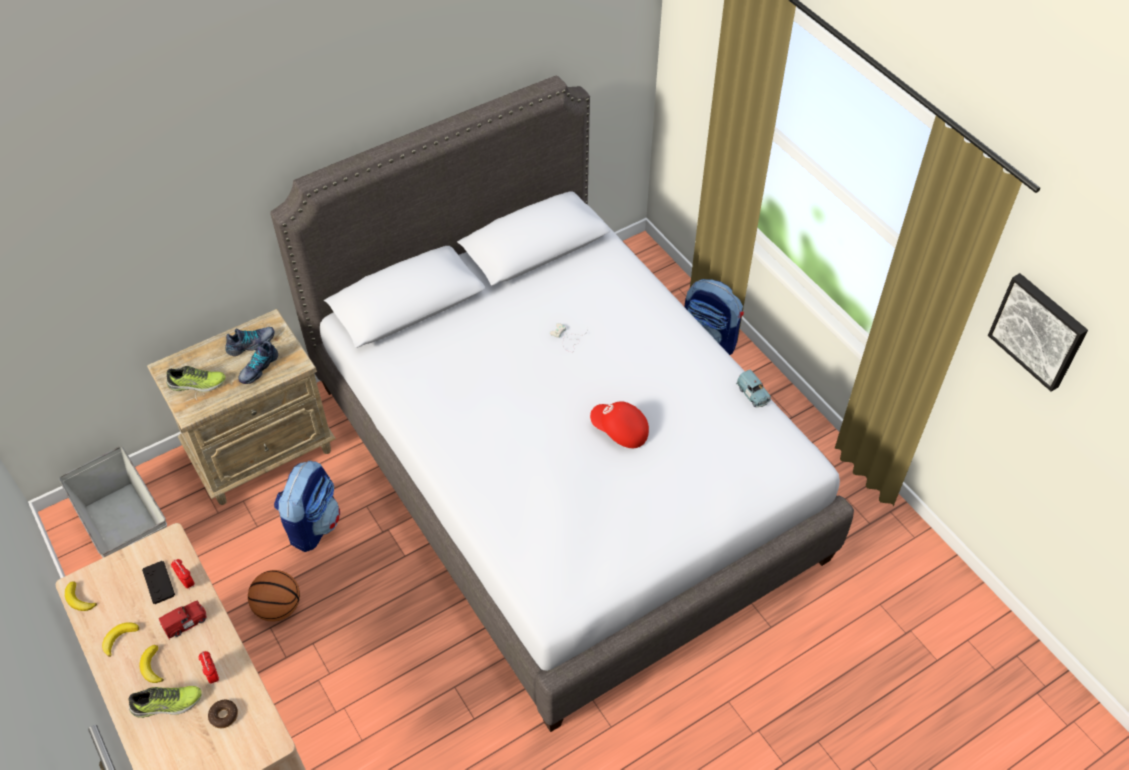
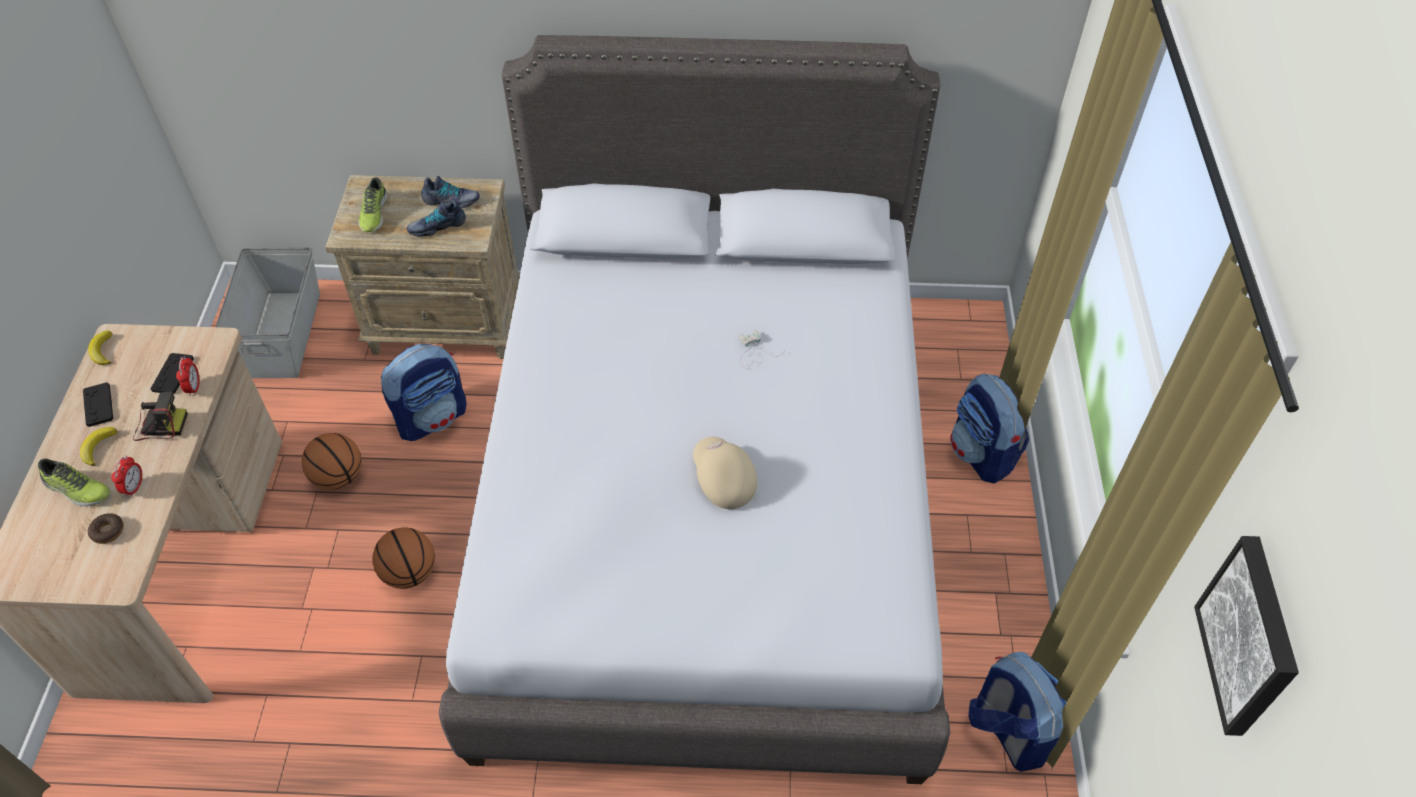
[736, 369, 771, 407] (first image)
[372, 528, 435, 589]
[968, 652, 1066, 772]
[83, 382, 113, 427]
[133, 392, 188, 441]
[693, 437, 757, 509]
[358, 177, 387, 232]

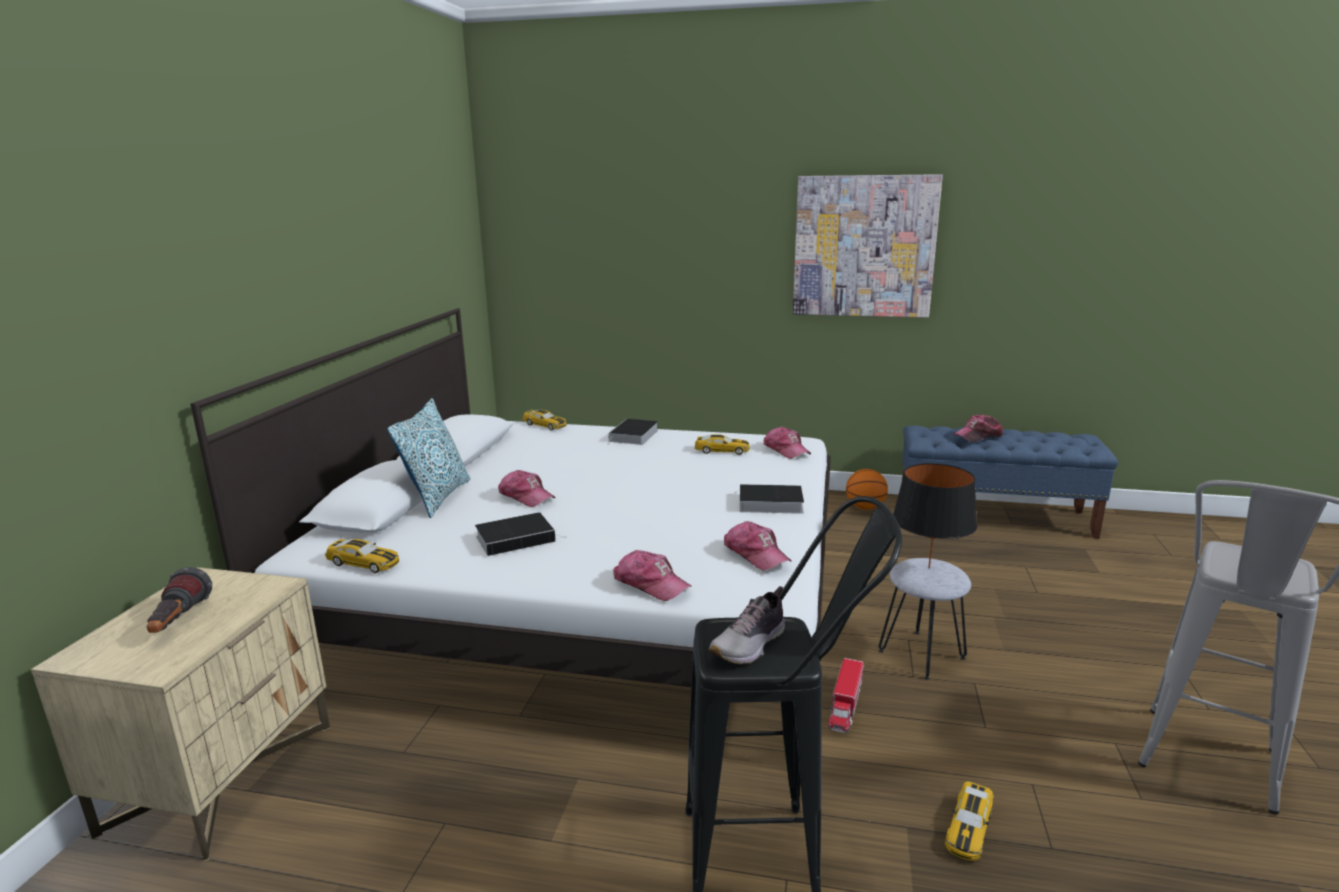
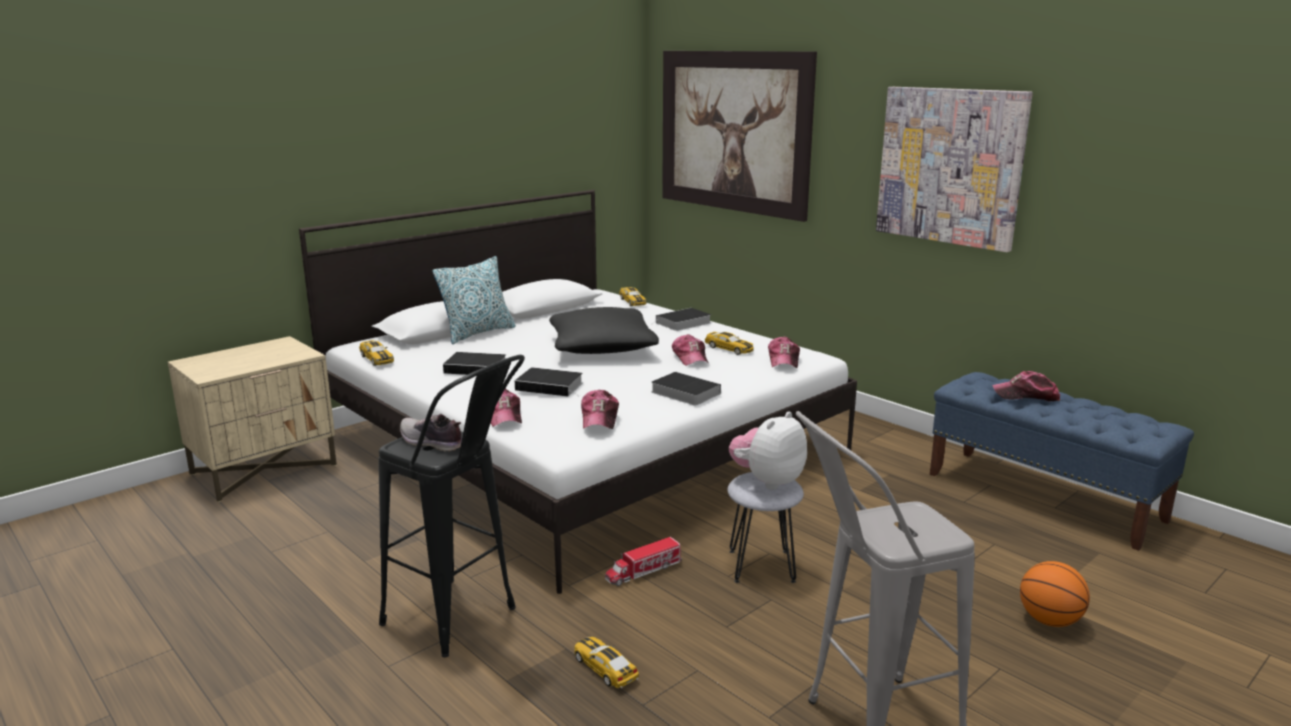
[147, 567, 212, 633] (first image)
[515, 367, 583, 397]
[549, 307, 659, 354]
[662, 51, 817, 222]
[672, 334, 709, 366]
[1020, 561, 1090, 627]
[729, 412, 807, 490]
[400, 414, 462, 452]
[574, 637, 639, 688]

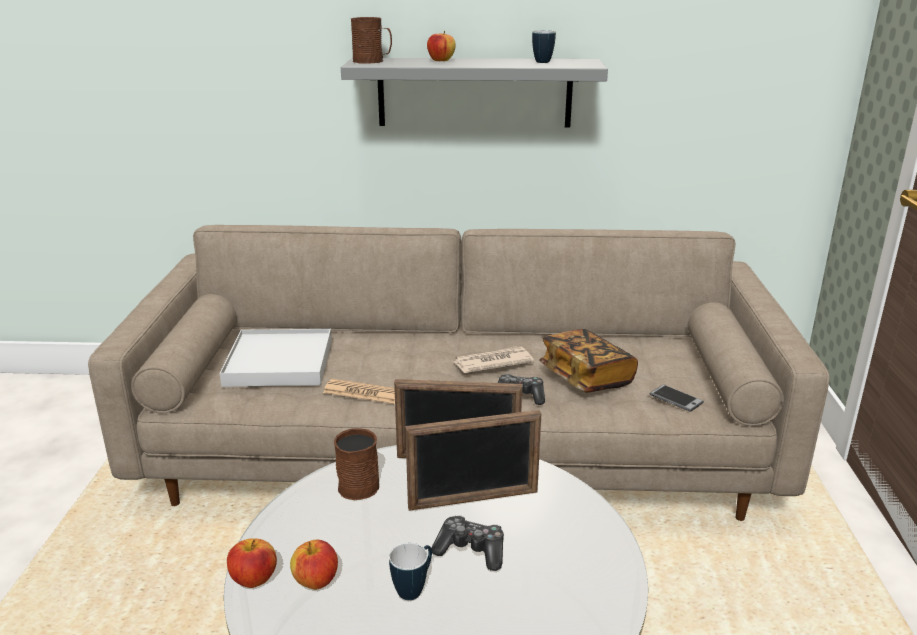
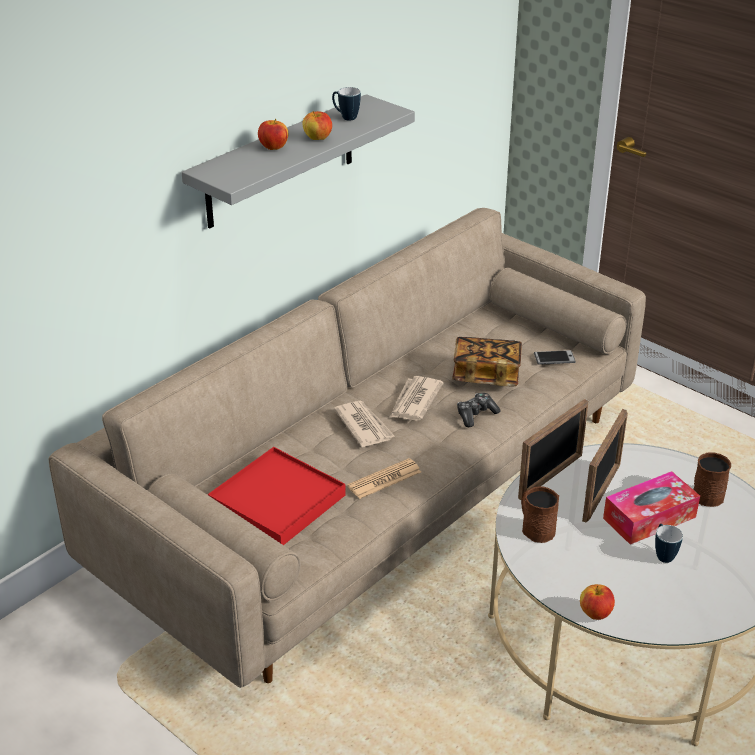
[334, 401, 395, 447]
[302, 111, 332, 140]
[693, 453, 731, 507]
[603, 471, 700, 545]
[208, 447, 346, 545]

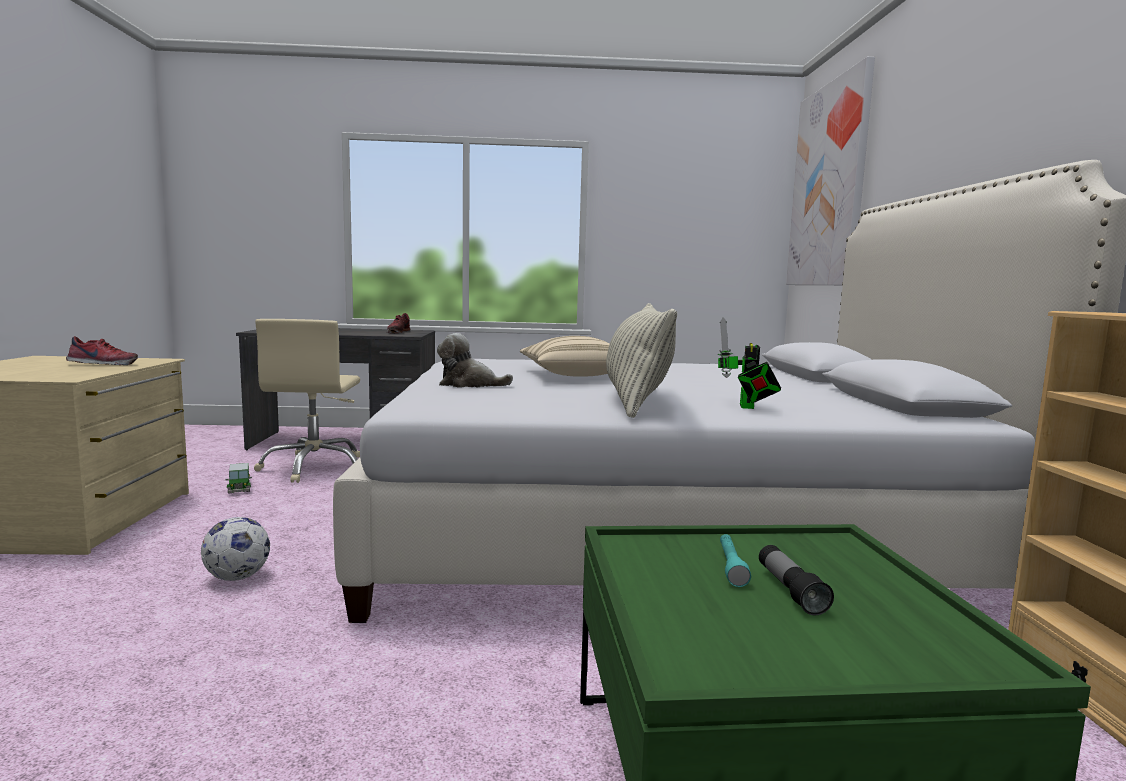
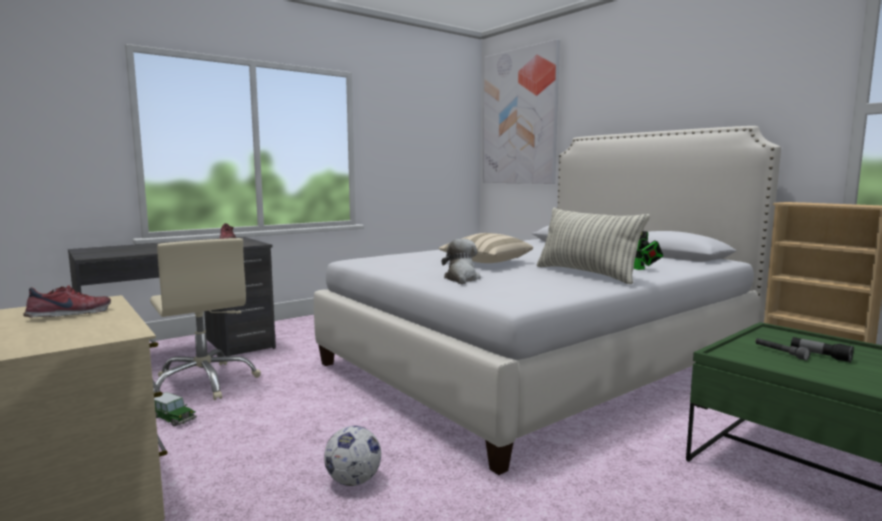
[755, 338, 811, 360]
[441, 239, 481, 284]

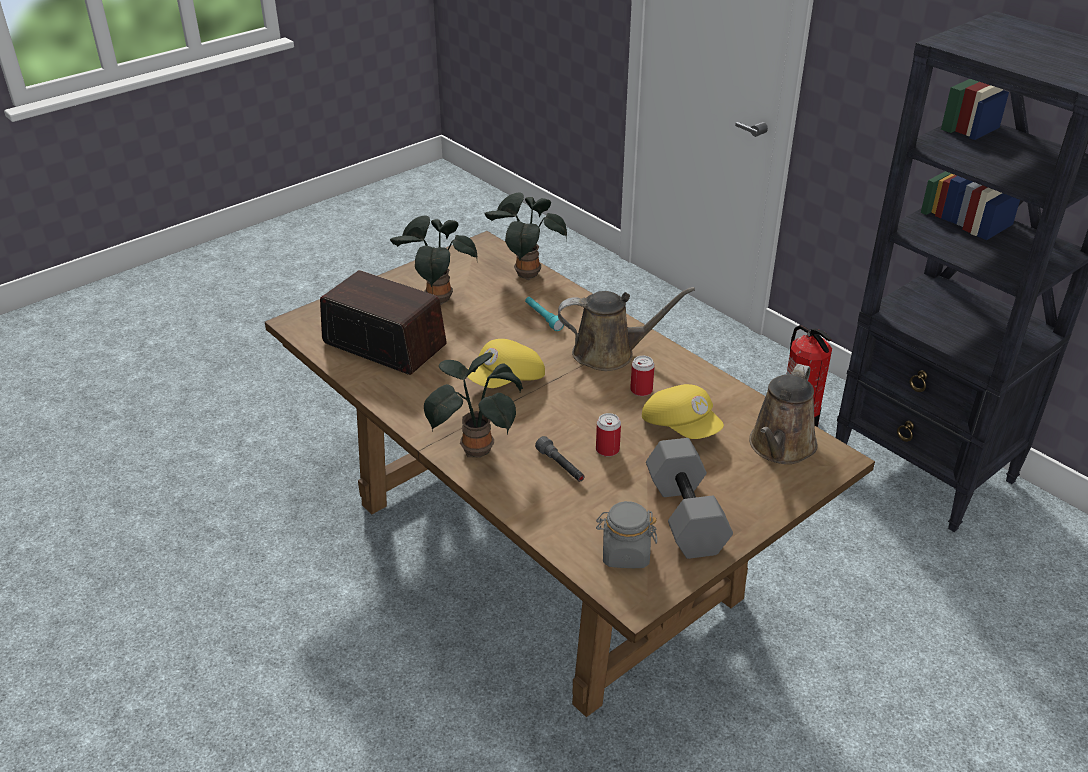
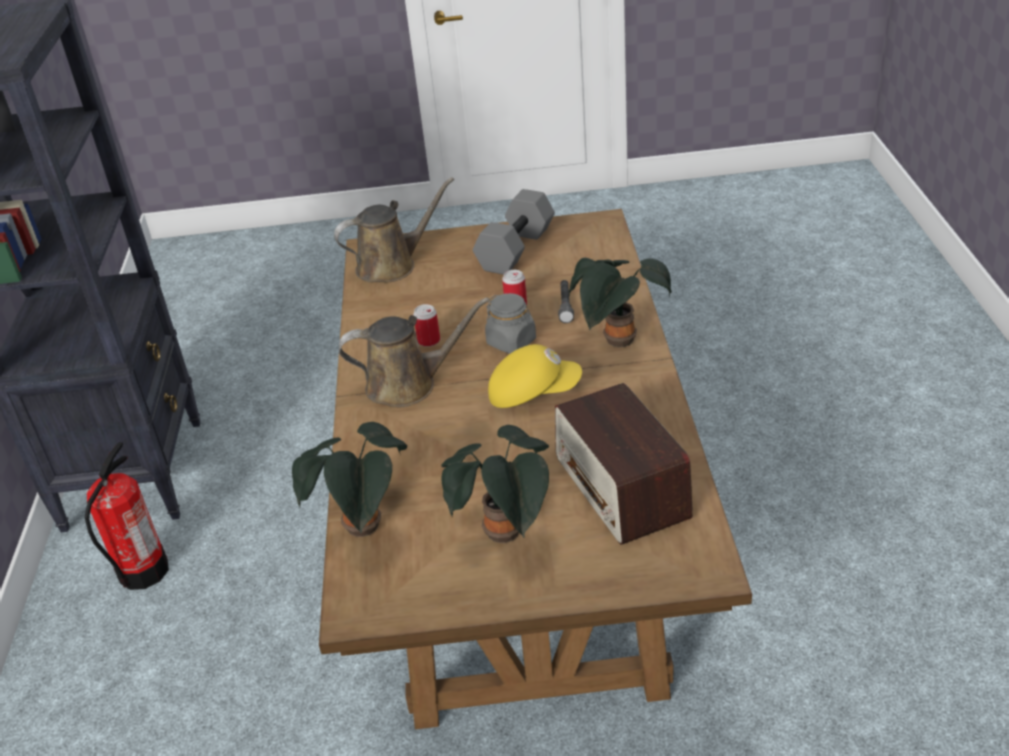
[525, 297, 564, 331] (first image)
[642, 384, 724, 439] (first image)
[485, 293, 536, 354]
[339, 297, 489, 407]

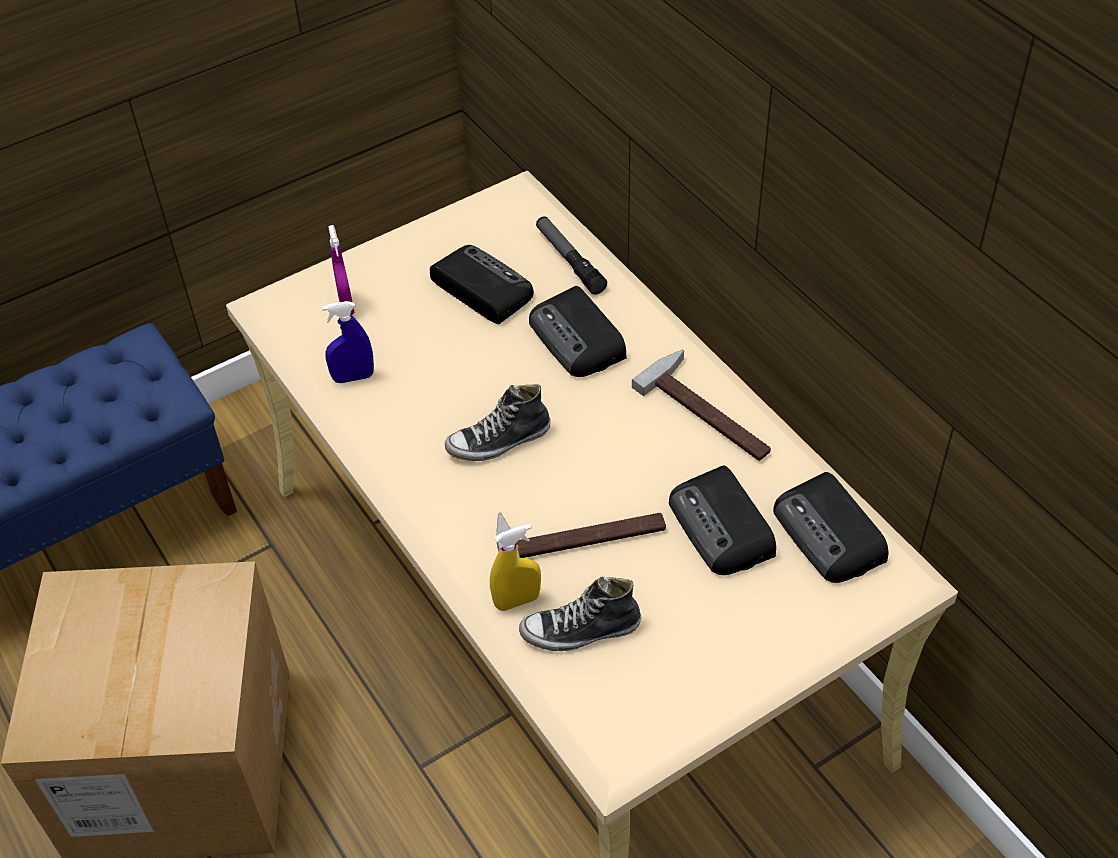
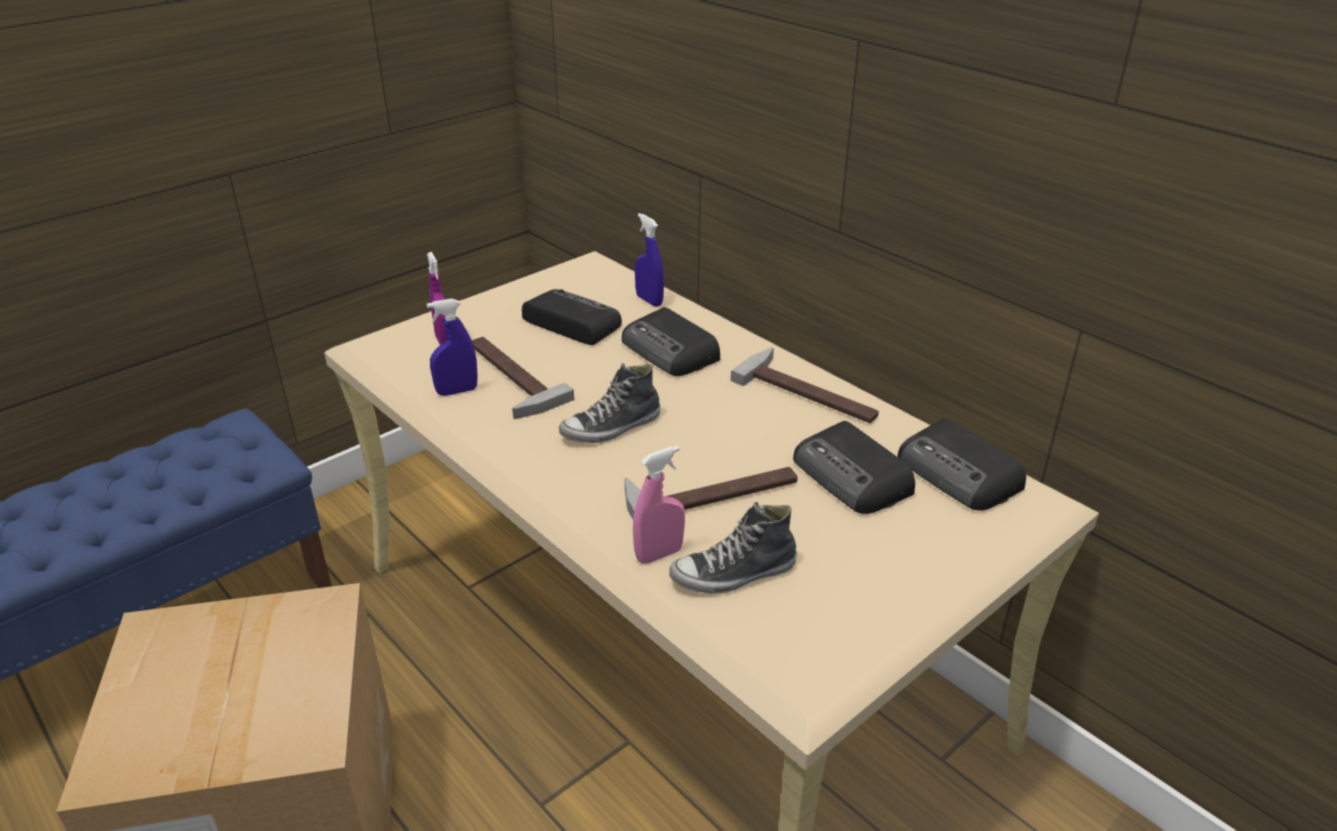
[472, 337, 574, 419]
[635, 213, 664, 307]
[633, 446, 685, 564]

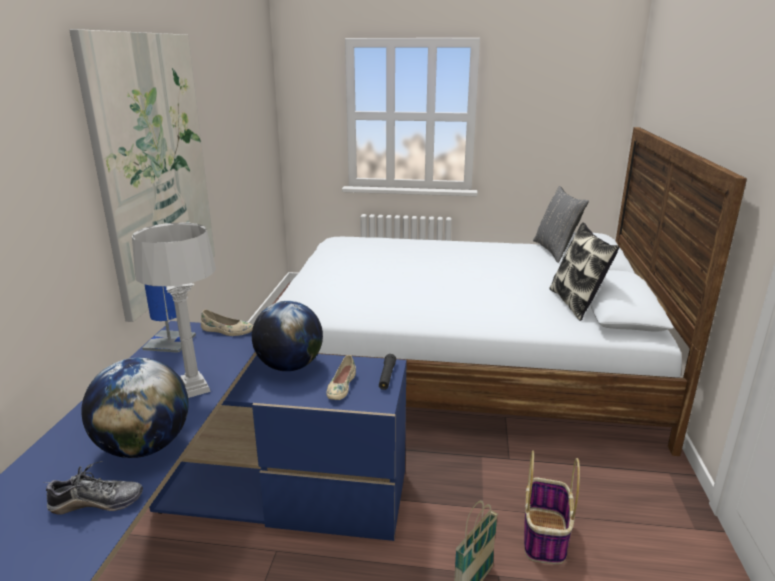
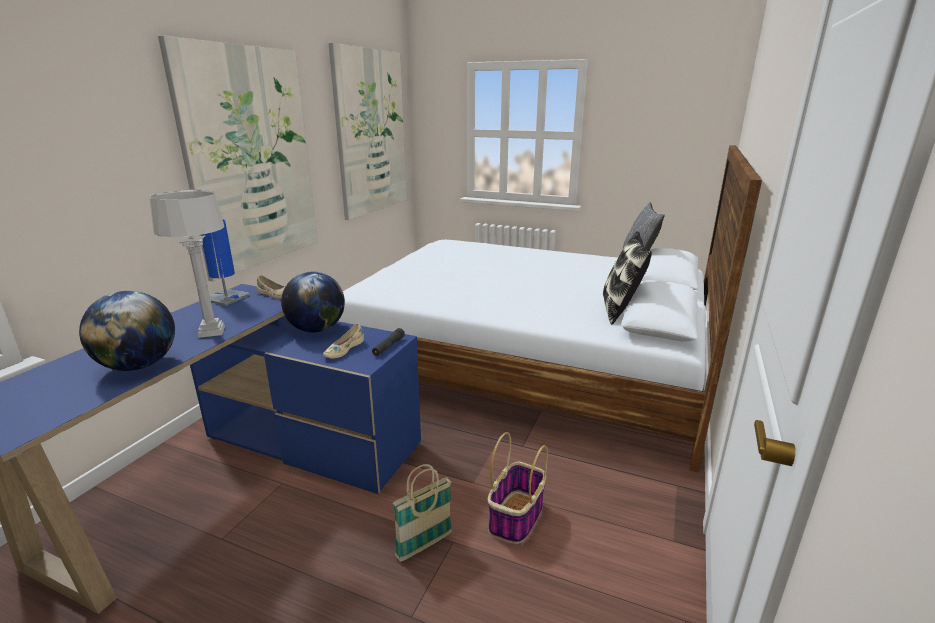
[43, 461, 143, 515] (first image)
[328, 43, 407, 220]

